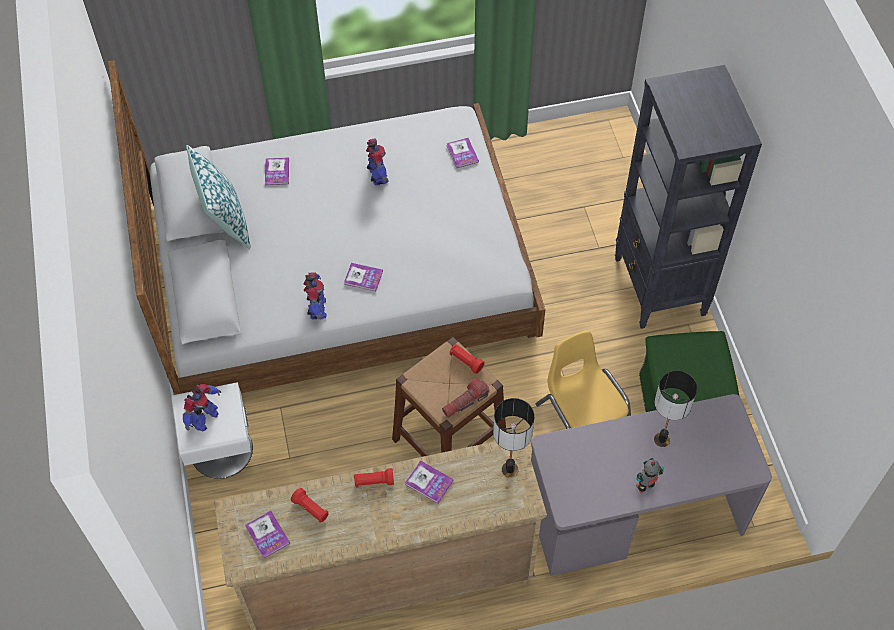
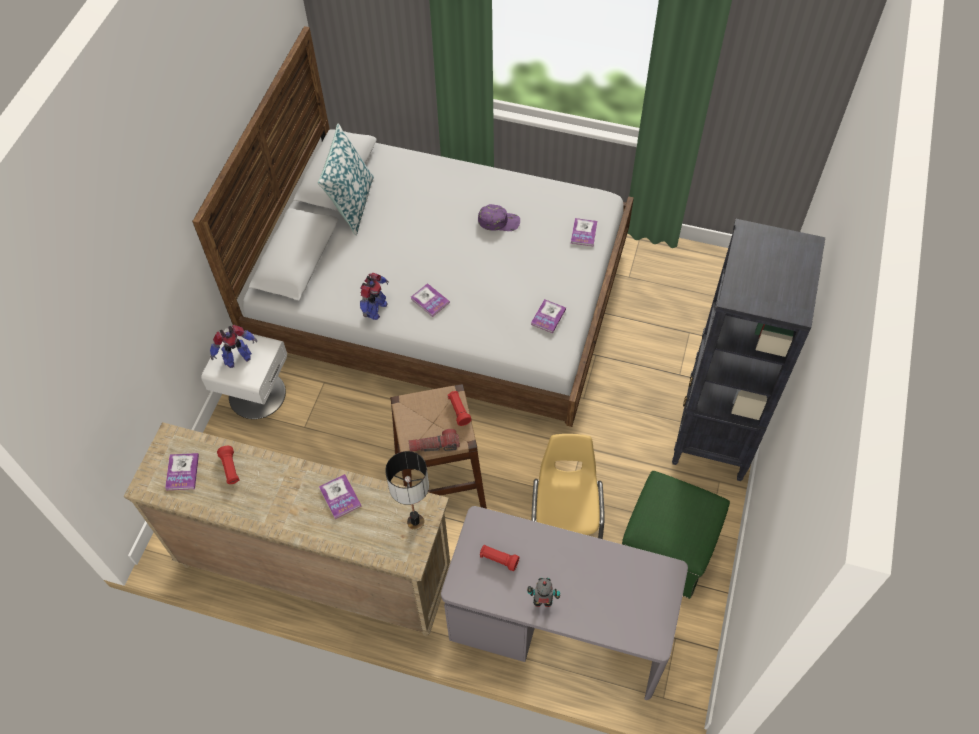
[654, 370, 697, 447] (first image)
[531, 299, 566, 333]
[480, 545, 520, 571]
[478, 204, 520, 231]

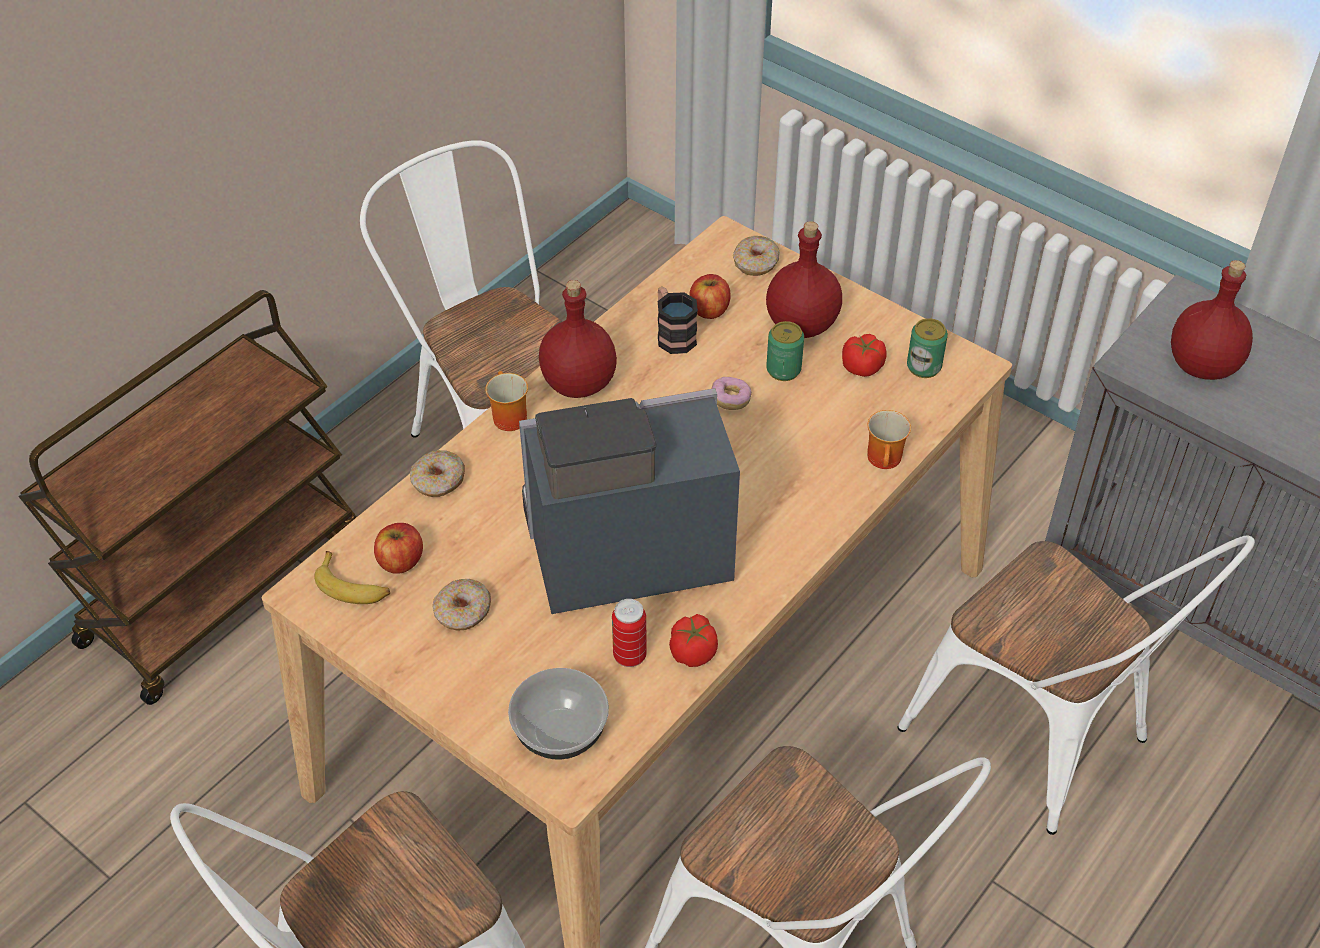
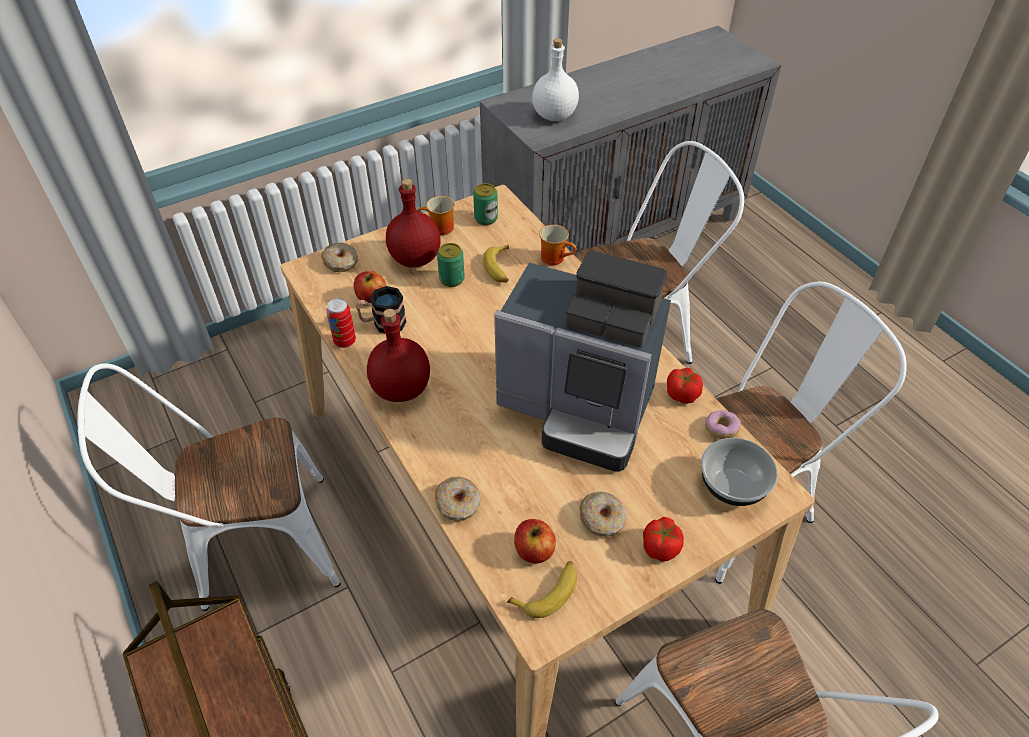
[483, 245, 509, 282]
[417, 196, 455, 235]
[326, 298, 356, 348]
[705, 410, 741, 439]
[643, 517, 684, 562]
[532, 38, 579, 121]
[494, 251, 671, 472]

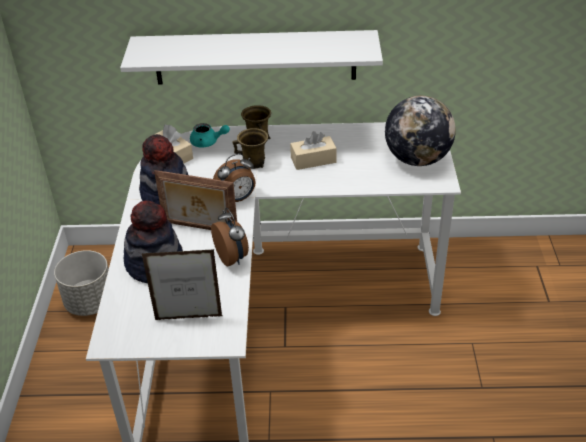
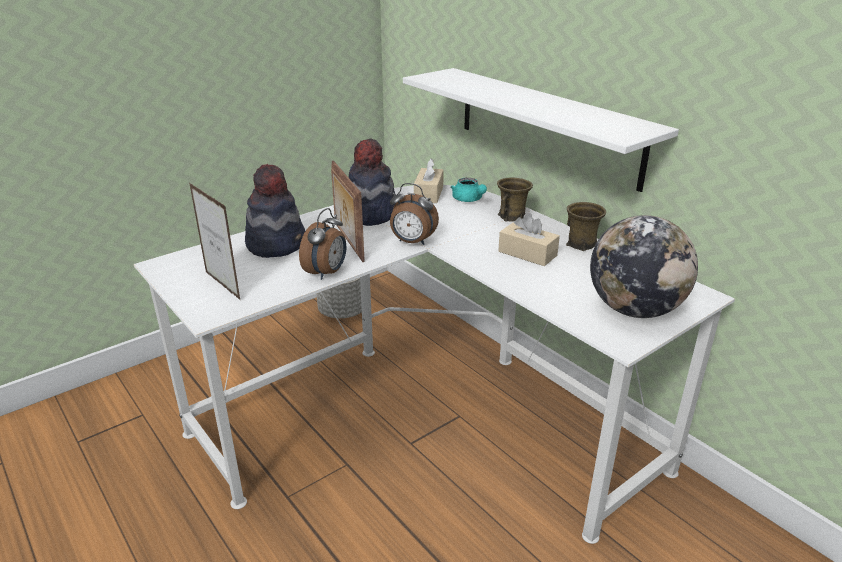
[566, 202, 606, 251]

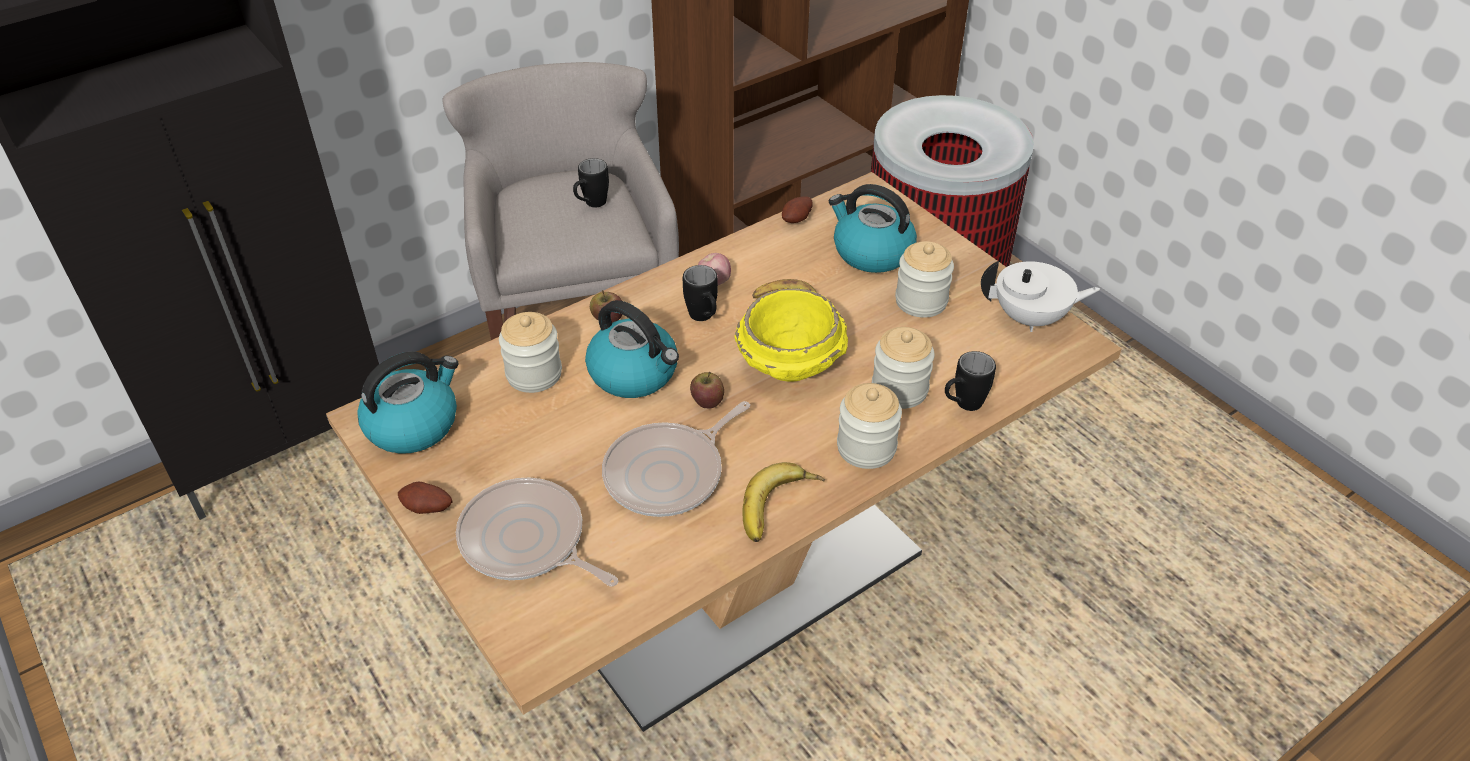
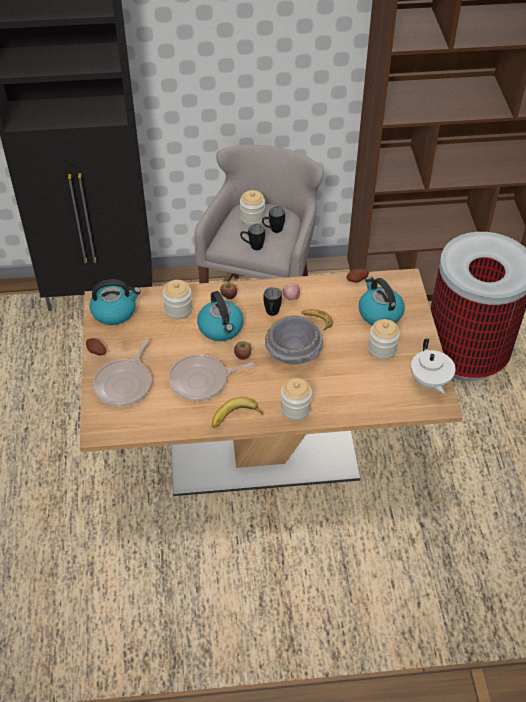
[240, 190, 265, 226]
[240, 224, 265, 250]
[265, 315, 323, 364]
[93, 338, 152, 406]
[411, 338, 455, 394]

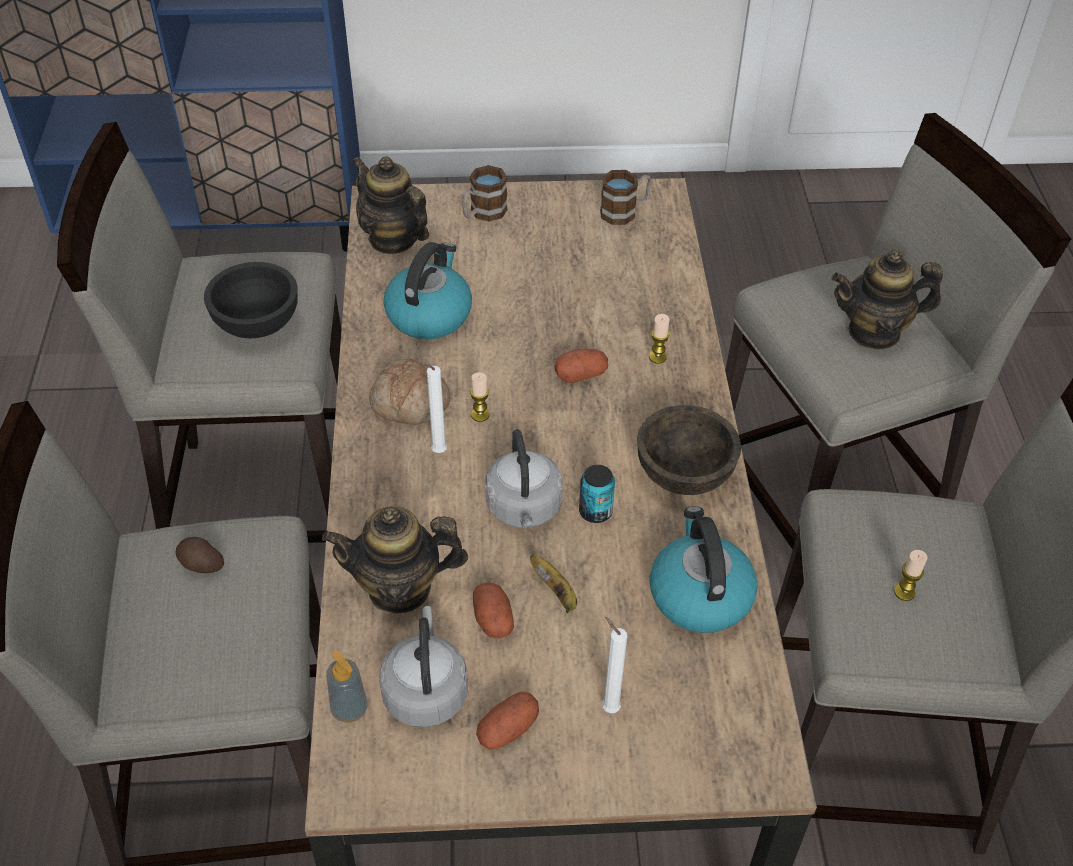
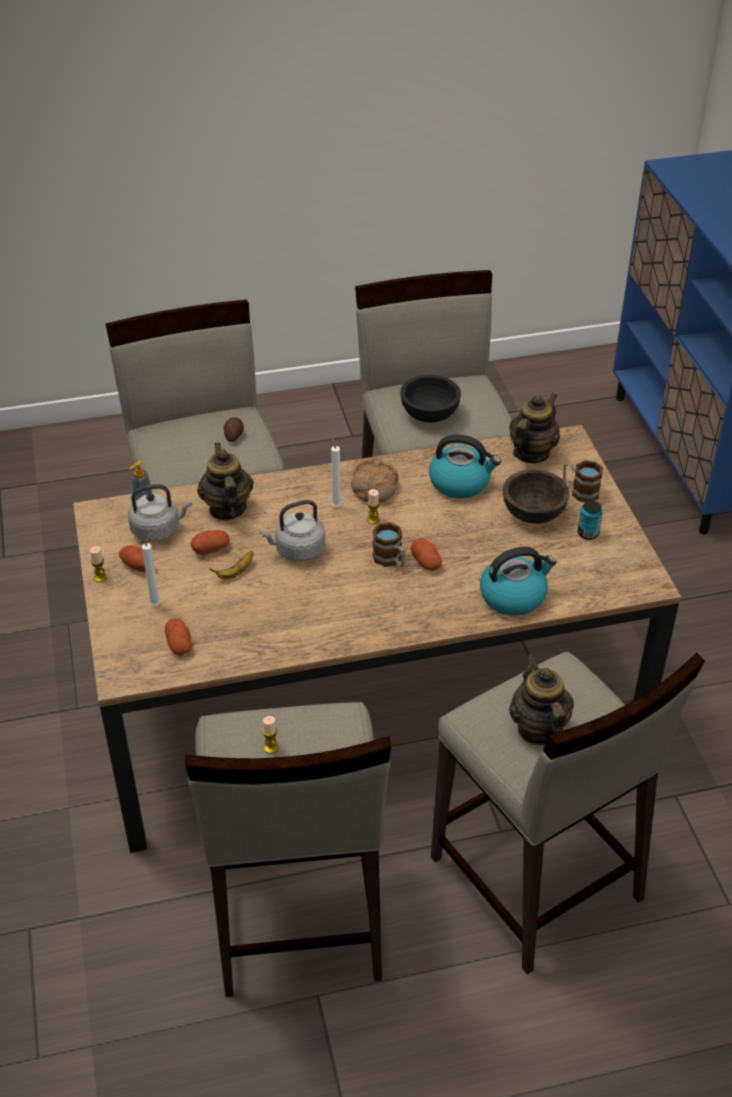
[165, 619, 192, 655]
[578, 501, 603, 540]
[372, 522, 406, 567]
[503, 470, 570, 524]
[90, 546, 107, 582]
[480, 547, 557, 616]

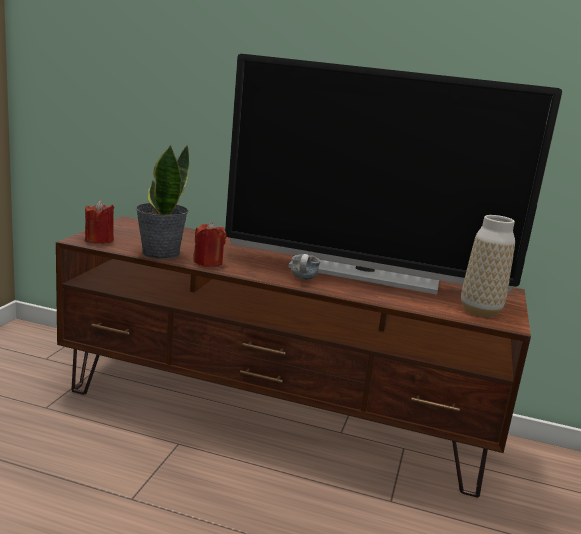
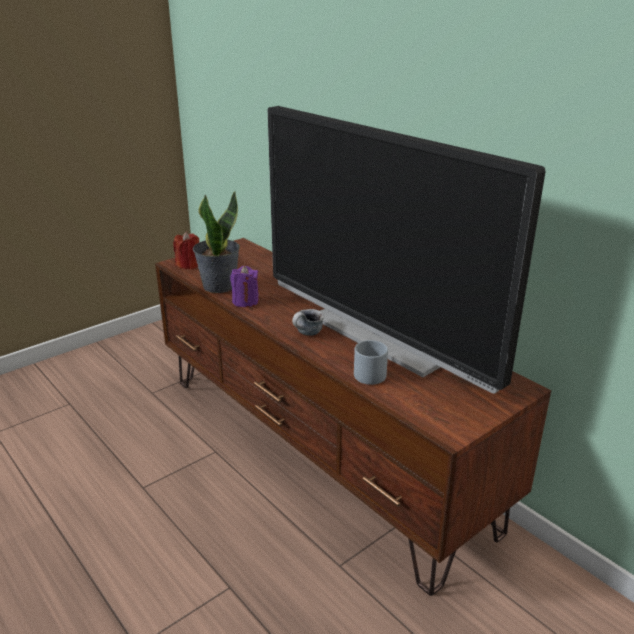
[461, 215, 515, 317] (first image)
[354, 340, 388, 385]
[230, 266, 259, 307]

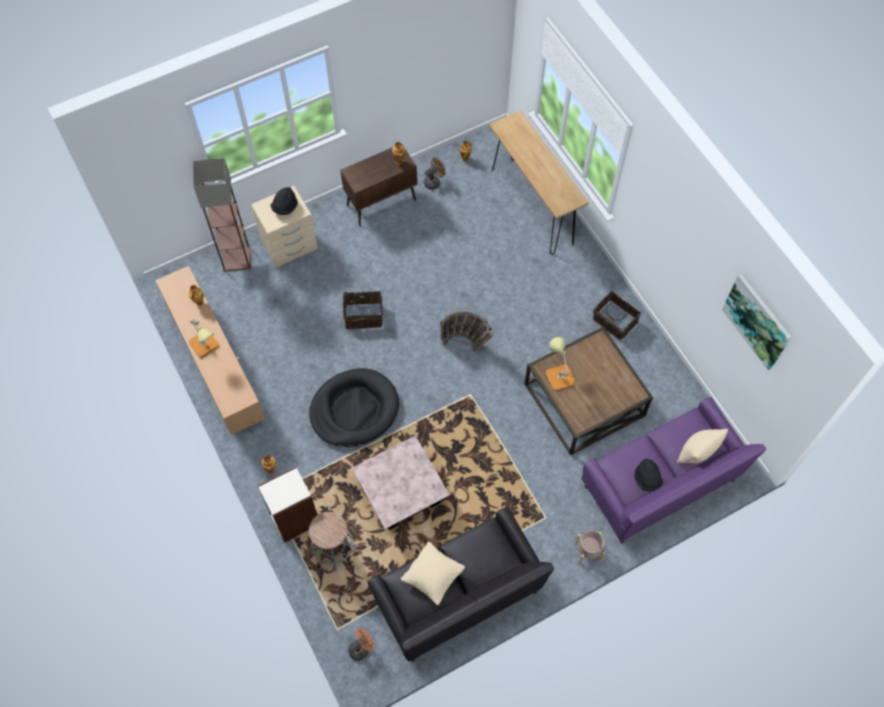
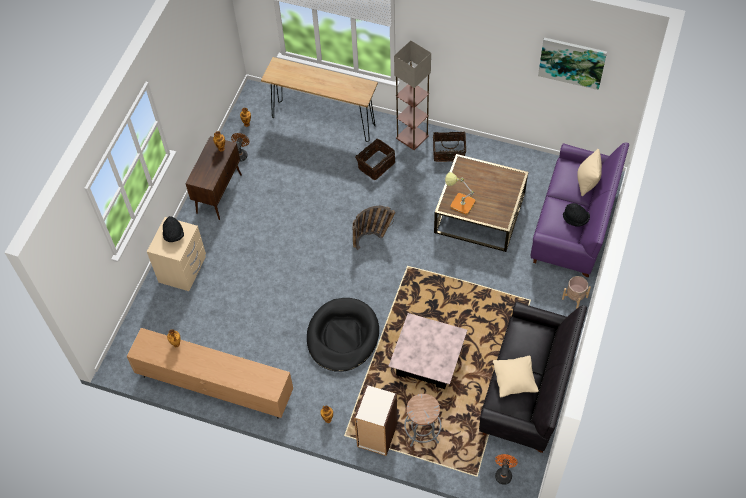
[189, 319, 219, 358] (first image)
[394, 41, 431, 150]
[355, 138, 395, 180]

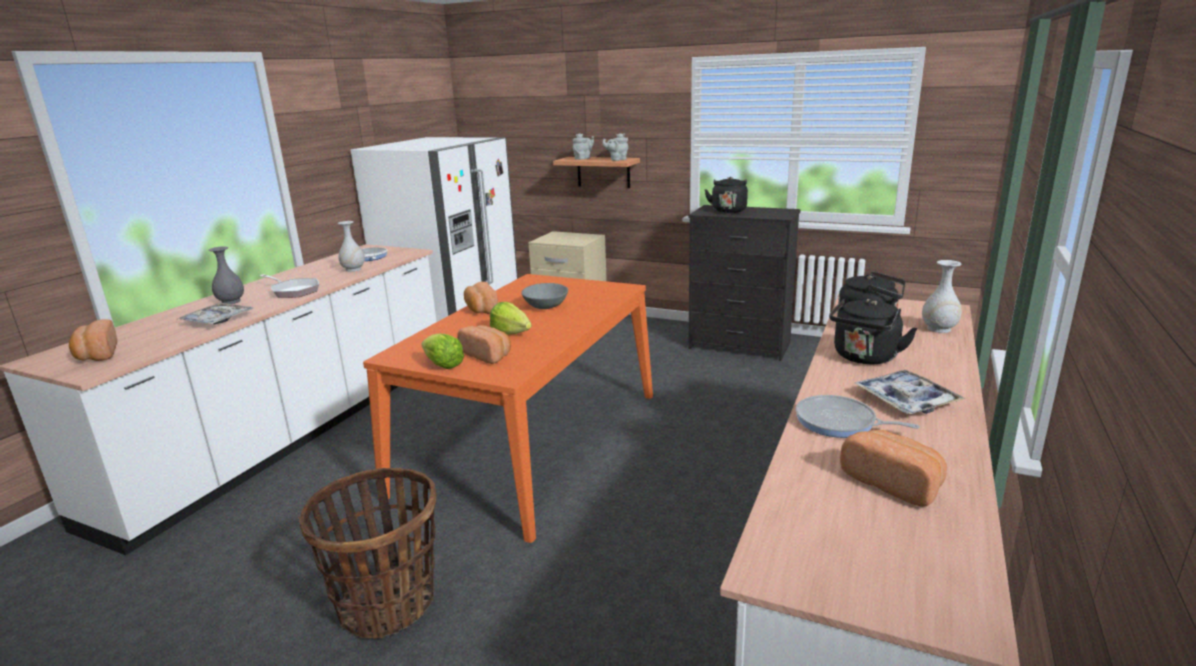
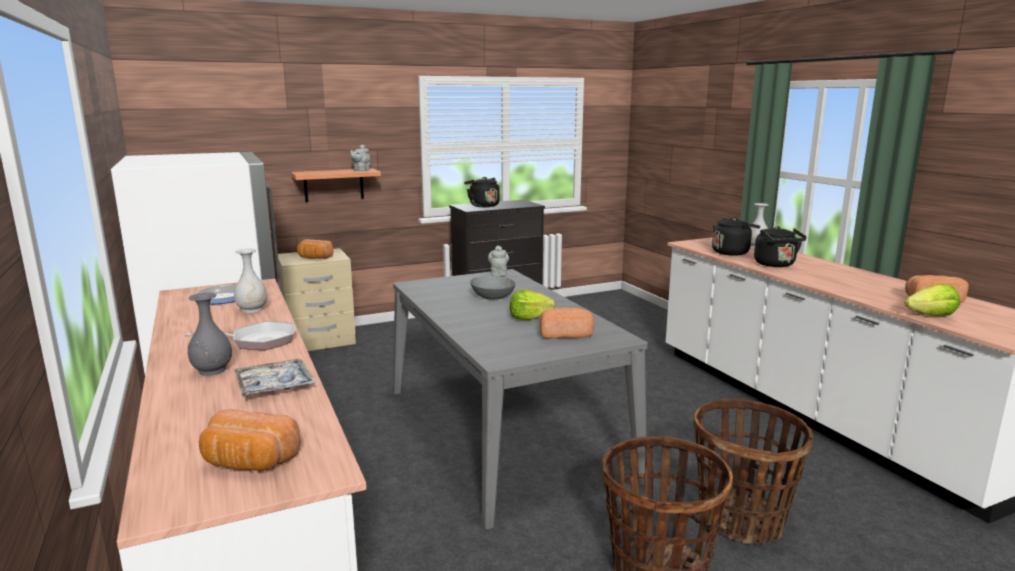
[796, 395, 920, 438] (first image)
[854, 370, 966, 414] (first image)
[693, 399, 813, 544]
[904, 284, 960, 316]
[297, 239, 333, 259]
[488, 245, 509, 276]
[393, 269, 648, 529]

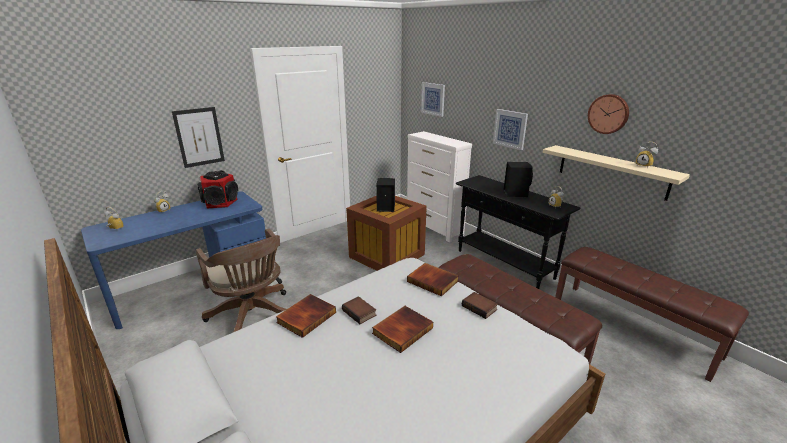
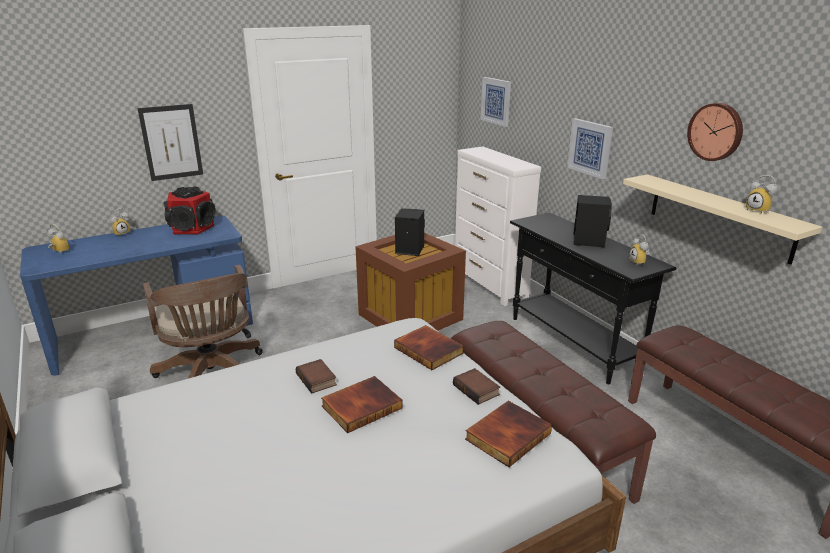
[465, 401, 552, 467]

